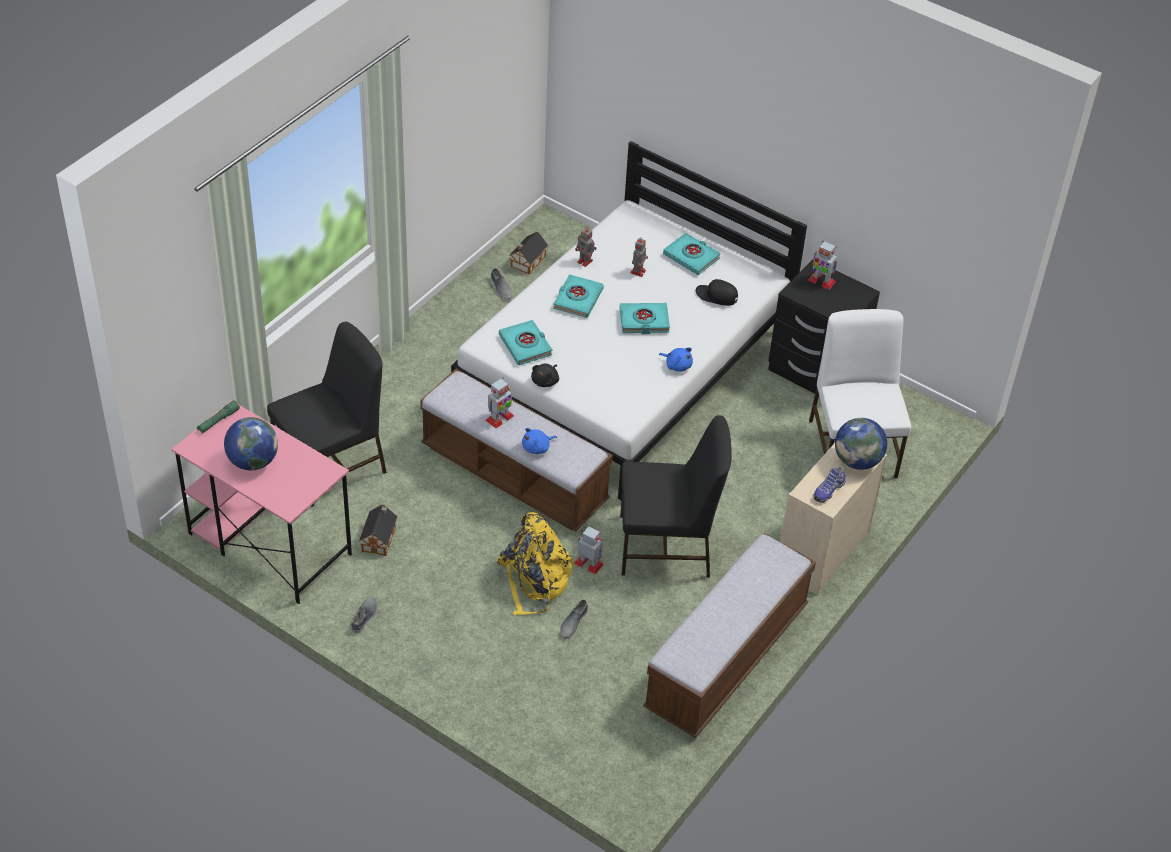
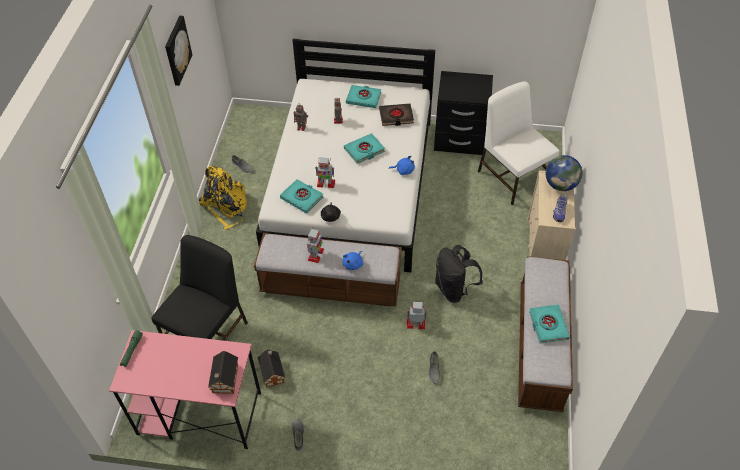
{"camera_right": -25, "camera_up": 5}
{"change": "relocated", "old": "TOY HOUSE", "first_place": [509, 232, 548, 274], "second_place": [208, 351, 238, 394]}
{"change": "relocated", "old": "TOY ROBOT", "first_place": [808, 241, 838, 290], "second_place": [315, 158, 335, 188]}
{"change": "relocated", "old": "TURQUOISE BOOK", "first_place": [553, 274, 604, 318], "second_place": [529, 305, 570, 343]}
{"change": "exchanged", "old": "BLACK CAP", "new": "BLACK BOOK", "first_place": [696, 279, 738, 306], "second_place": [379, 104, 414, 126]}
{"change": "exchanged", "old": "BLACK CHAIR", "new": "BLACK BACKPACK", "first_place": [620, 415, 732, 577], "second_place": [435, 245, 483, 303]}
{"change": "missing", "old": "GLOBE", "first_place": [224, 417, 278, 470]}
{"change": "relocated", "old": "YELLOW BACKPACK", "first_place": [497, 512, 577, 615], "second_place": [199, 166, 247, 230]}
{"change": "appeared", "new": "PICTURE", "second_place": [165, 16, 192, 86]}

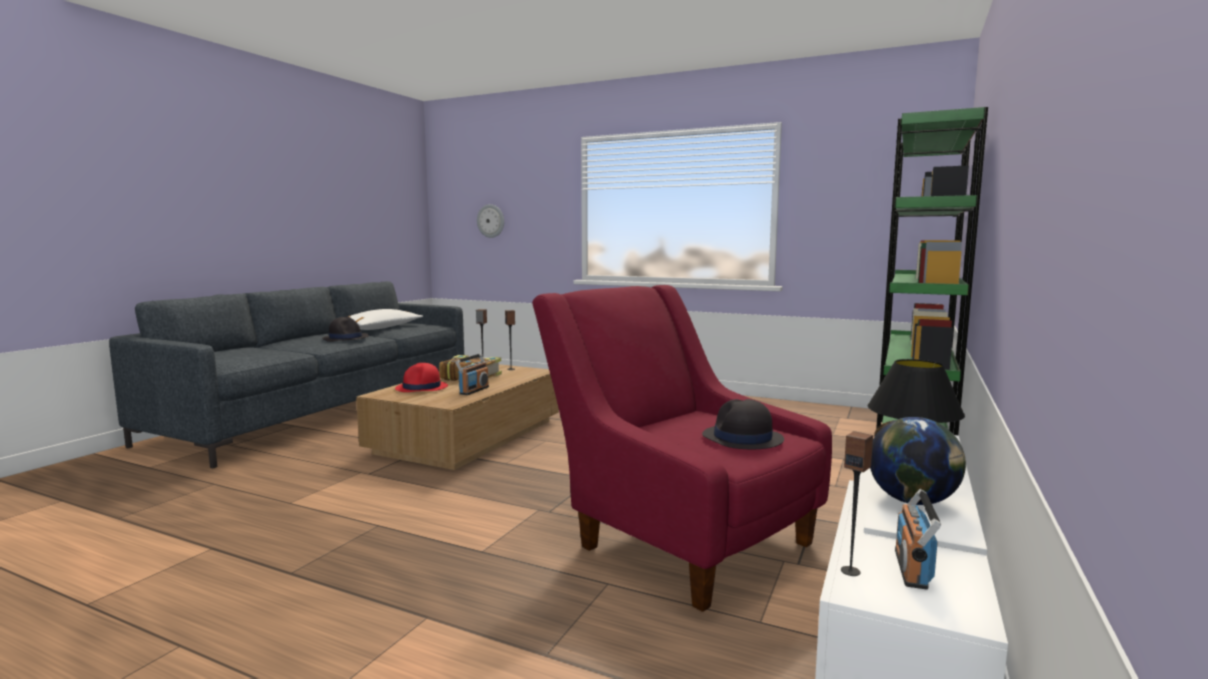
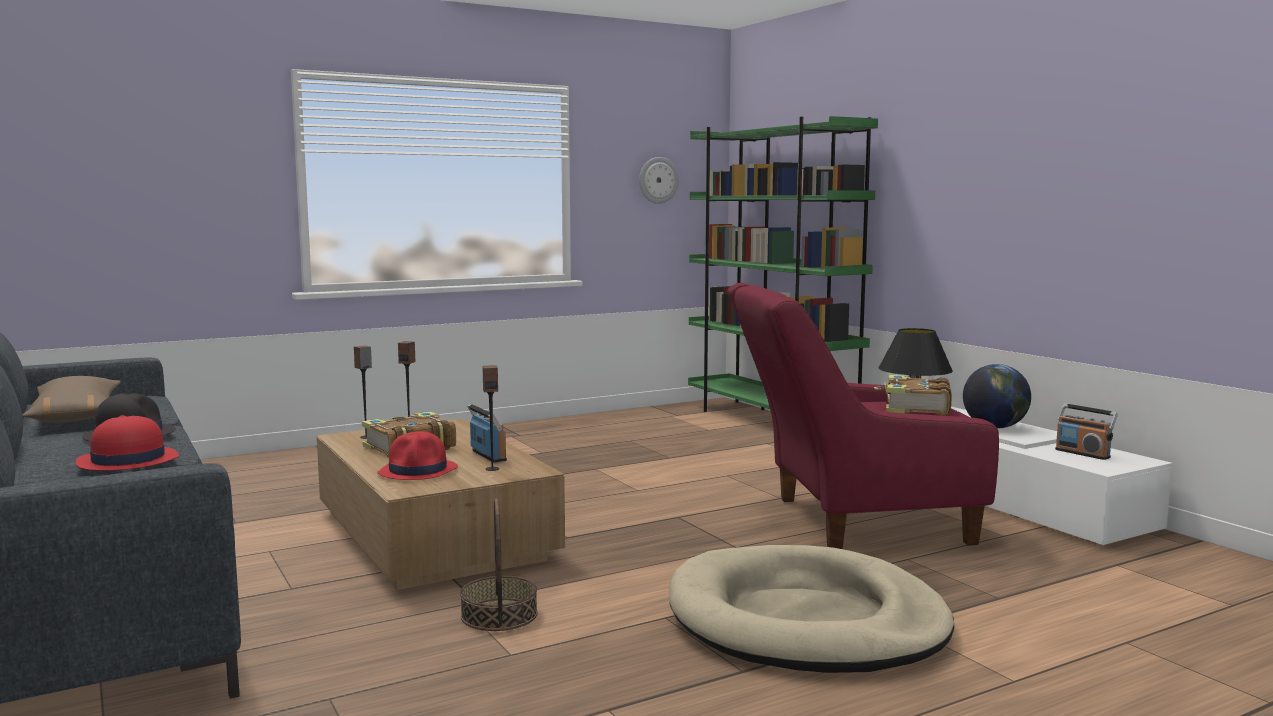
{"camera_right": -55, "camera_up": 0}
{"change": "relocated", "old": "WALL CLOCK", "first_place": [477, 204, 504, 238], "second_place": [639, 157, 679, 204]}
{"change": "colour", "old": "WHITE PILLOW", "new": "BROWN PILLOW", "first_place": [348, 309, 423, 330], "second_place": [22, 376, 120, 422]}
{"change": "exchanged", "old": "BLACK HAT", "new": "BOOK", "first_place": [702, 399, 784, 449], "second_place": [874, 375, 952, 416]}
{"change": "relocated", "old": "SPEAKER", "first_place": [841, 431, 873, 576], "second_place": [482, 365, 499, 471]}
{"change": "appeared", "new": "RED HAT", "second_place": [76, 415, 179, 471]}
{"change": "appeared", "new": "BASKET", "second_place": [460, 498, 538, 631]}
{"change": "appeared", "new": "BEIGE DOG BED", "second_place": [669, 545, 954, 673]}

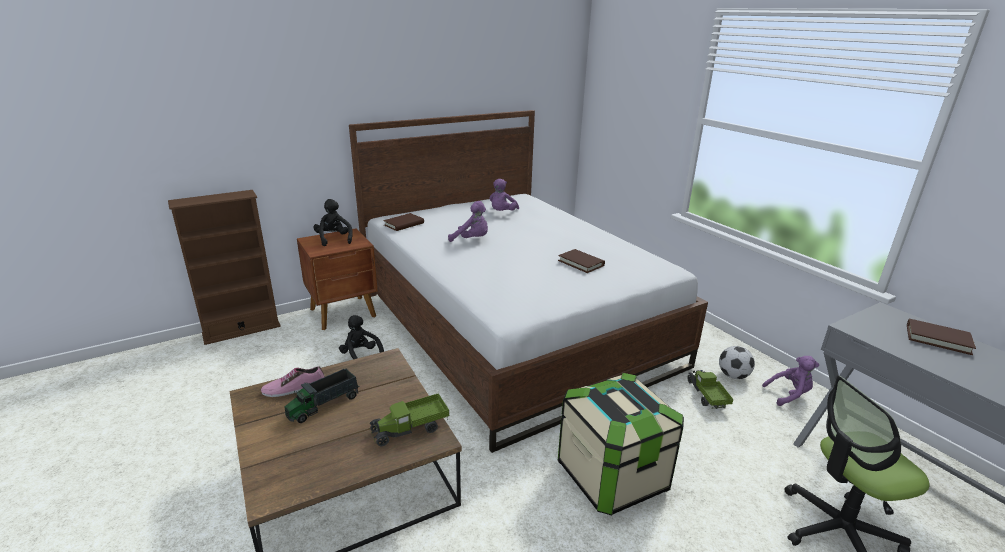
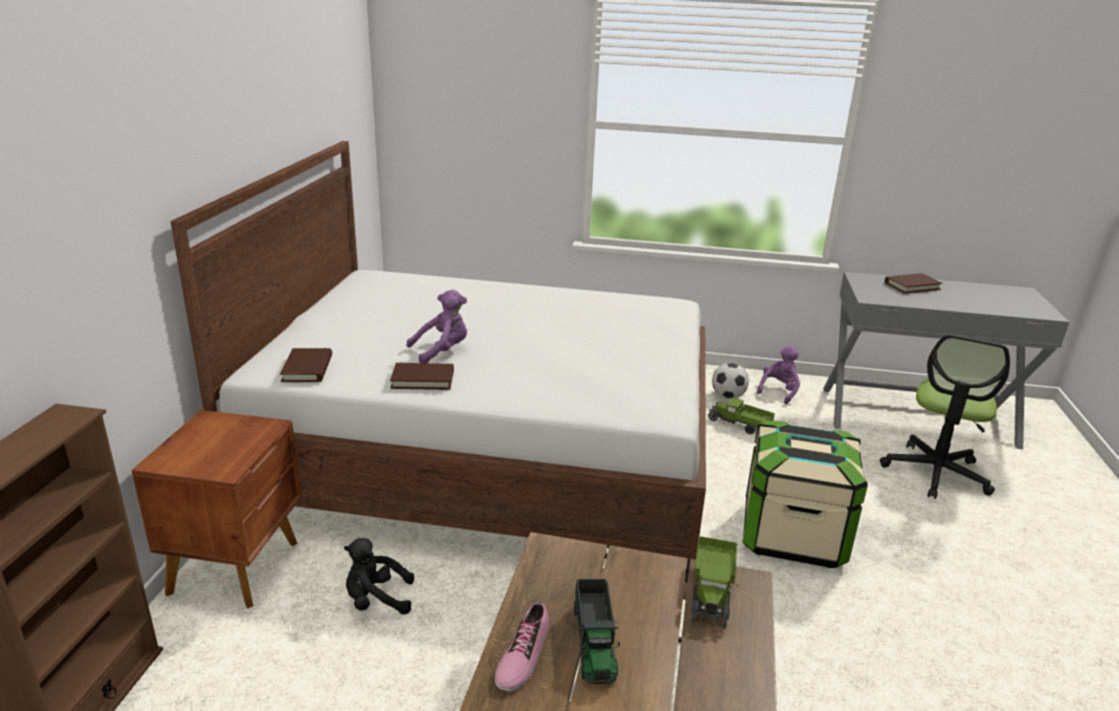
{"camera_right": -50, "camera_up": 0}
{"change": "missing", "old": "PURPLE PLUSH TOY", "first_place": [489, 179, 519, 211]}
{"change": "missing", "old": "BLACK PLUSH TOY", "first_place": [313, 199, 353, 246]}
{"change": "relocated", "old": "BROWN BOOK", "first_place": [558, 249, 605, 273], "second_place": [390, 363, 454, 390]}

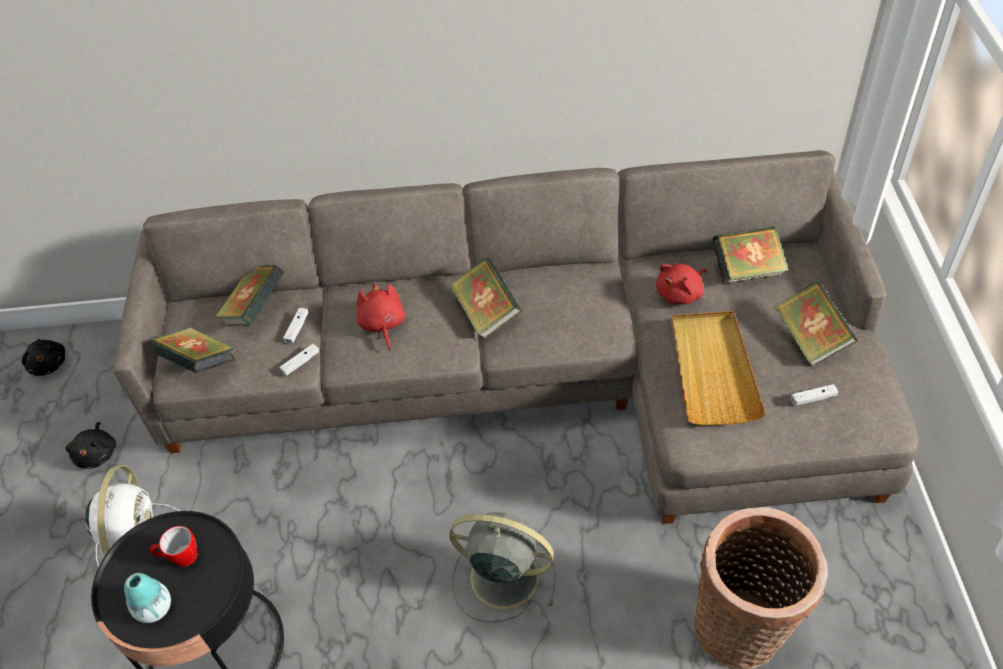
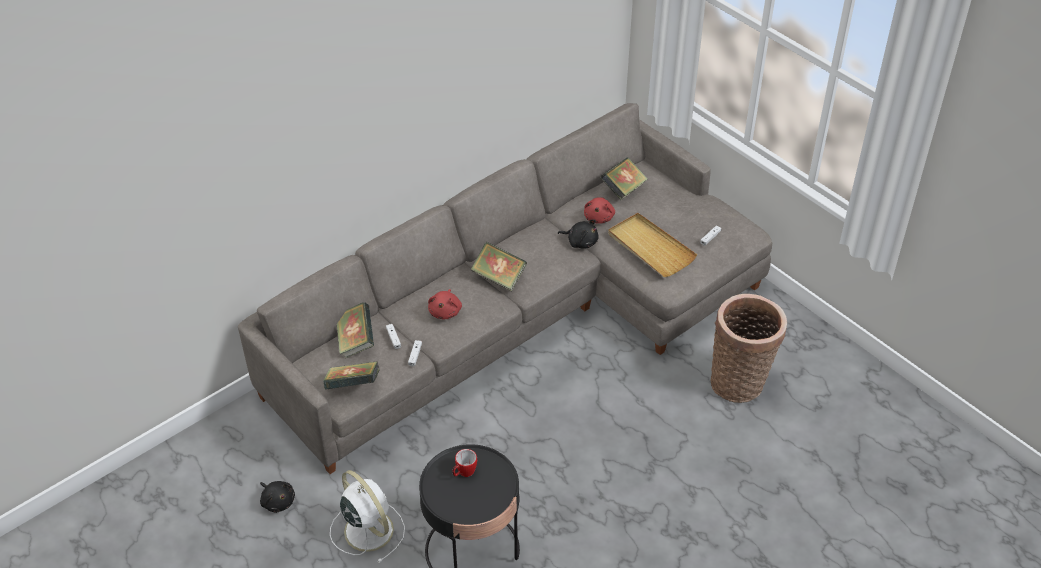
{"camera_right": -40, "camera_up": -5}
{"change": "missing", "old": "BOOK", "first_place": [774, 281, 858, 367]}
{"change": "spun", "old": "RED PLUSH TOY", "first_place": [357, 282, 405, 350], "second_place": [428, 289, 462, 319], "degrees": -120}
{"change": "relocated", "old": "BLACK PLUSH TOY", "first_place": [22, 339, 65, 376], "second_place": [558, 219, 598, 248]}
{"change": "missing", "old": "GREY FAN", "first_place": [449, 512, 556, 623]}
{"change": "missing", "old": "VASE", "first_place": [124, 573, 171, 623]}

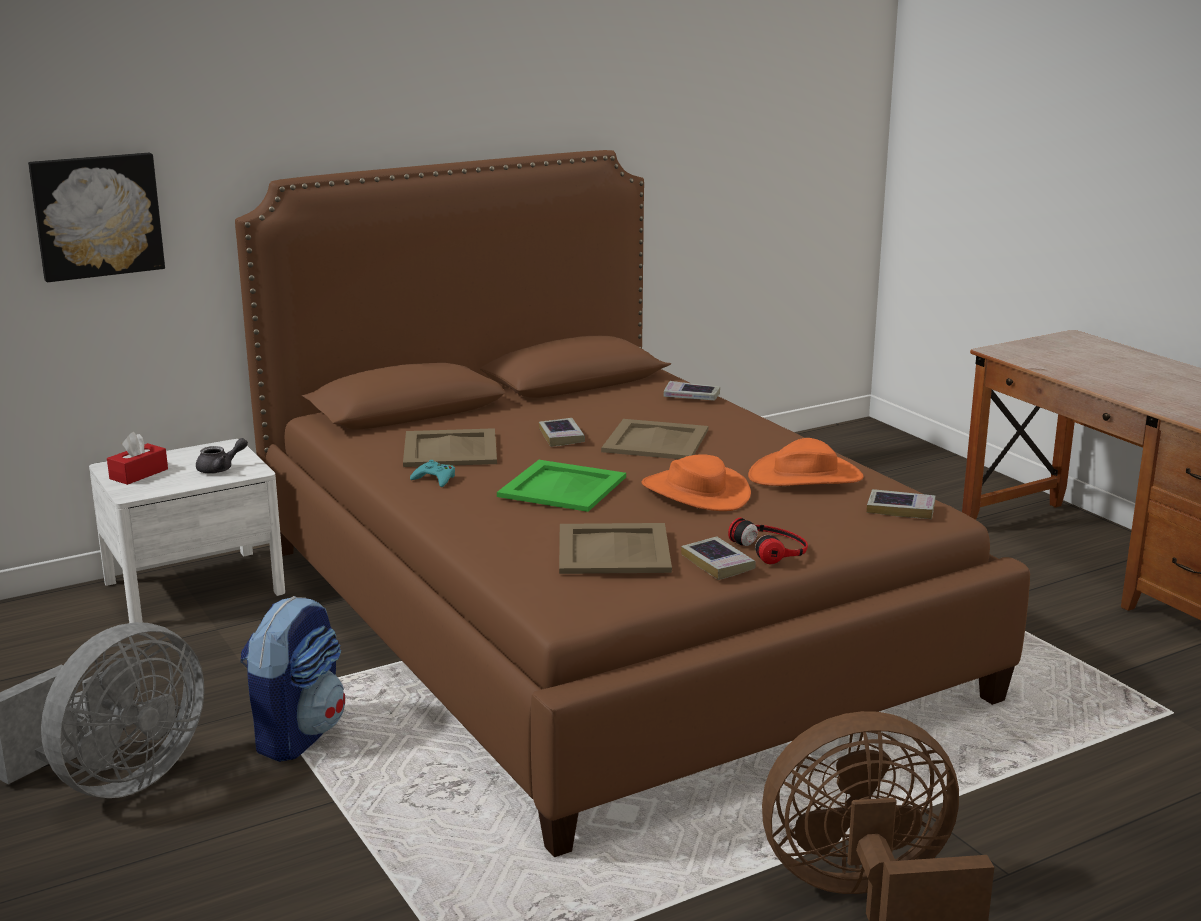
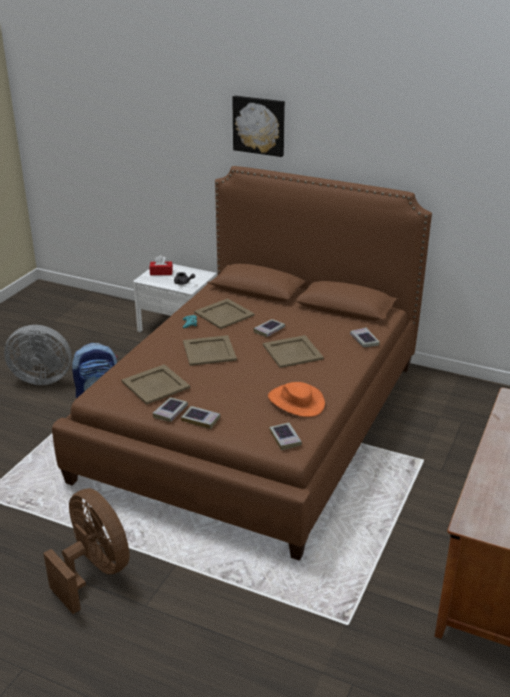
{"camera_right": 55, "camera_up": 10}
{"change": "relocated", "old": "PICTURE", "first_place": [28, 153, 165, 282], "second_place": [232, 95, 285, 157]}
{"change": "missing", "old": "ORANGE HAT", "first_place": [642, 454, 751, 511]}
{"change": "colour", "old": "GREEN TRAY", "new": "BEIGE TRAY", "first_place": [497, 460, 626, 512], "second_place": [183, 335, 237, 366]}
{"change": "exchanged", "old": "HEADPHONES", "new": "BOOK", "first_place": [728, 518, 808, 564], "second_place": [181, 406, 220, 429]}

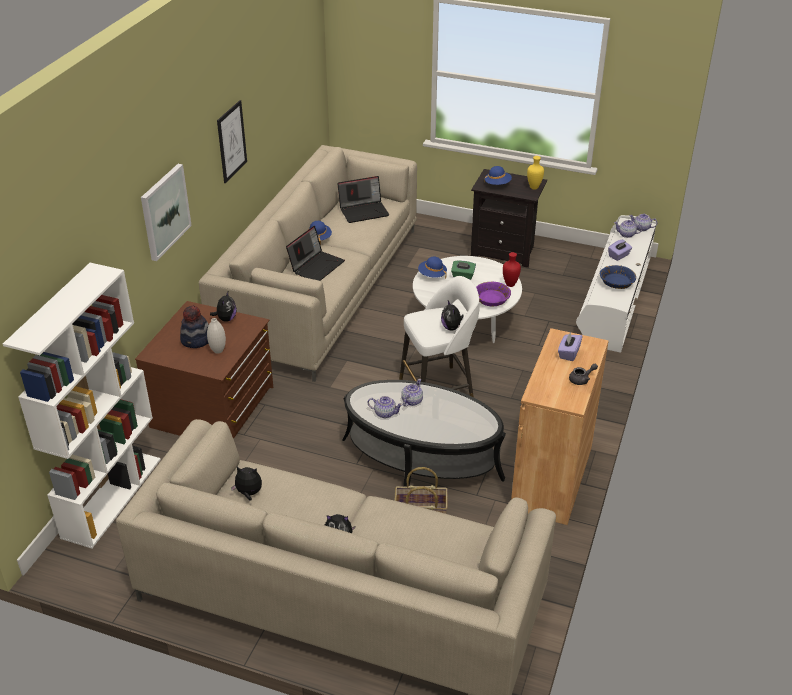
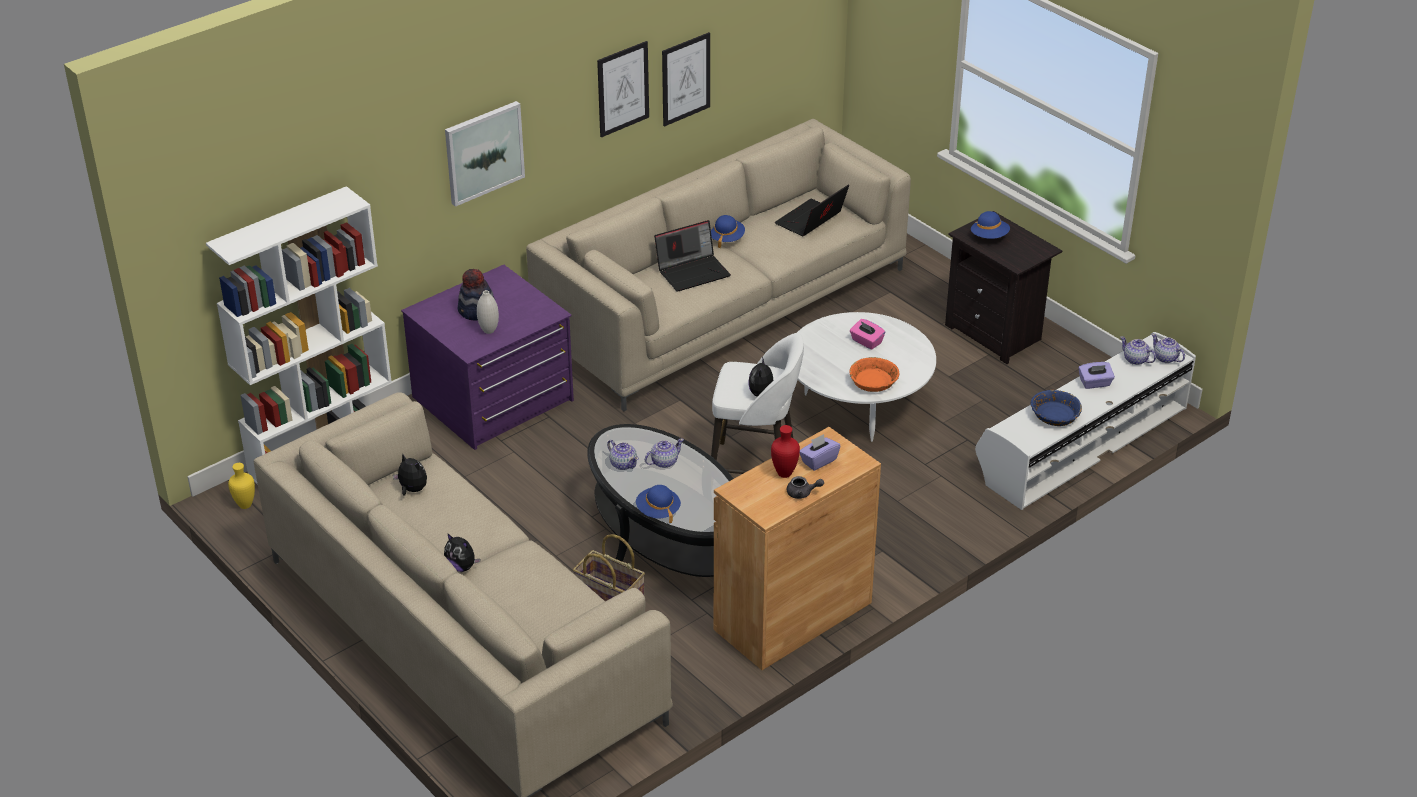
{"camera_right": 30, "camera_up": 0}
{"change": "relocated", "old": "YELLOW VASE", "first_place": [527, 156, 544, 189], "second_place": [228, 463, 255, 509]}
{"change": "spun", "old": "LAPTOP", "first_place": [337, 176, 389, 223], "second_place": [775, 184, 849, 236], "degrees": 120}
{"change": "relocated", "old": "RED VASE", "first_place": [503, 252, 521, 287], "second_place": [771, 425, 800, 478]}
{"change": "relocated", "old": "BLUE HAT", "first_place": [418, 257, 447, 279], "second_place": [636, 485, 681, 523]}
{"change": "colour", "old": "GREEN TISSUE BOX", "new": "PINK TISSUE BOX", "first_place": [451, 261, 476, 280], "second_place": [850, 319, 885, 350]}
{"change": "colour", "old": "PURPLE BOWL", "new": "ORANGE BOWL", "first_place": [476, 282, 511, 306], "second_place": [849, 357, 899, 392]}
{"change": "missing", "old": "PLUSH TOY", "first_place": [210, 292, 237, 322]}
{"change": "colour", "old": "BROWN DRESSER", "new": "PURPLE DRESSER", "first_place": [135, 301, 273, 439], "second_place": [401, 265, 574, 450]}
{"change": "appeared", "new": "PICTURE", "second_place": [662, 32, 710, 126]}

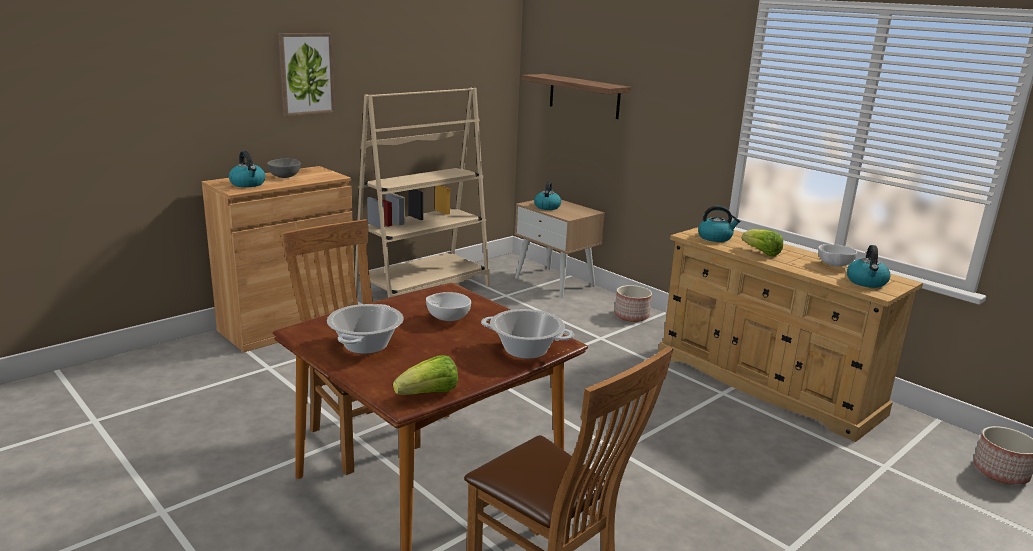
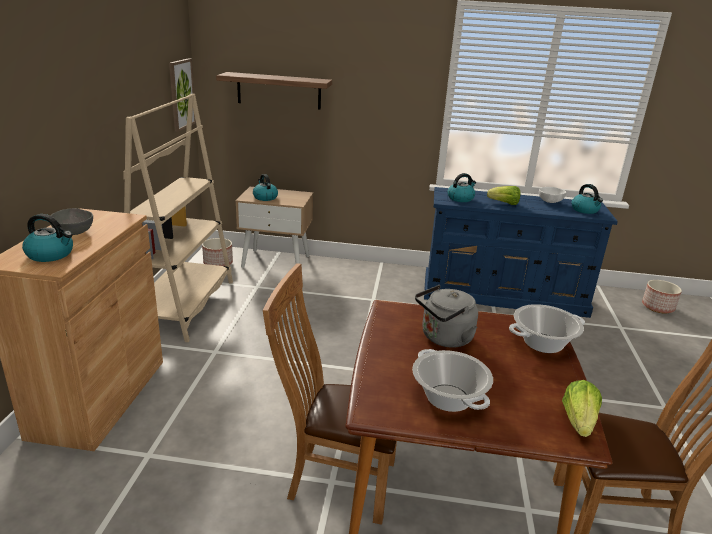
{"camera_right": -40, "camera_up": 5}
{"change": "relocated", "old": "PICTURE", "first_place": [278, 33, 335, 116], "second_place": [169, 58, 196, 132]}
{"change": "colour", "old": "BEIGE DRESSER", "new": "BLUE DRESSER", "first_place": [658, 227, 923, 442], "second_place": [424, 187, 618, 318]}
{"change": "relocated", "old": "PLANTER", "first_place": [615, 285, 652, 322], "second_place": [202, 238, 233, 266]}
{"change": "exchanged", "old": "WHITE BOWL", "new": "GREY KETTLE", "first_place": [426, 292, 471, 321], "second_place": [415, 285, 478, 348]}

